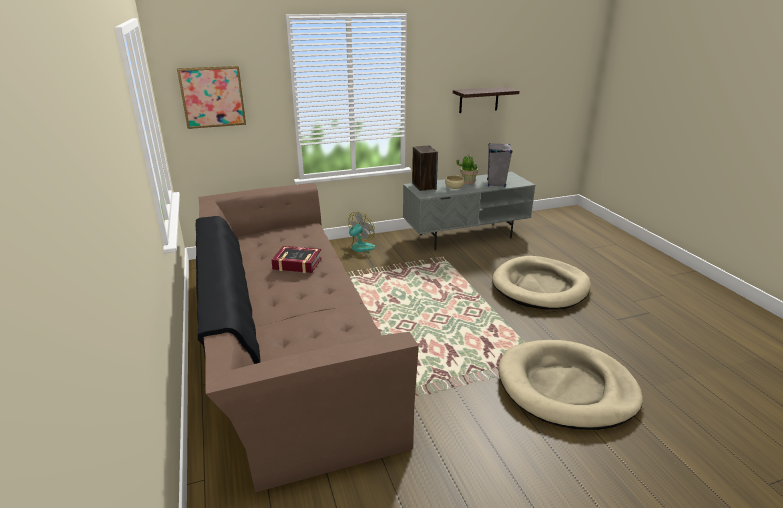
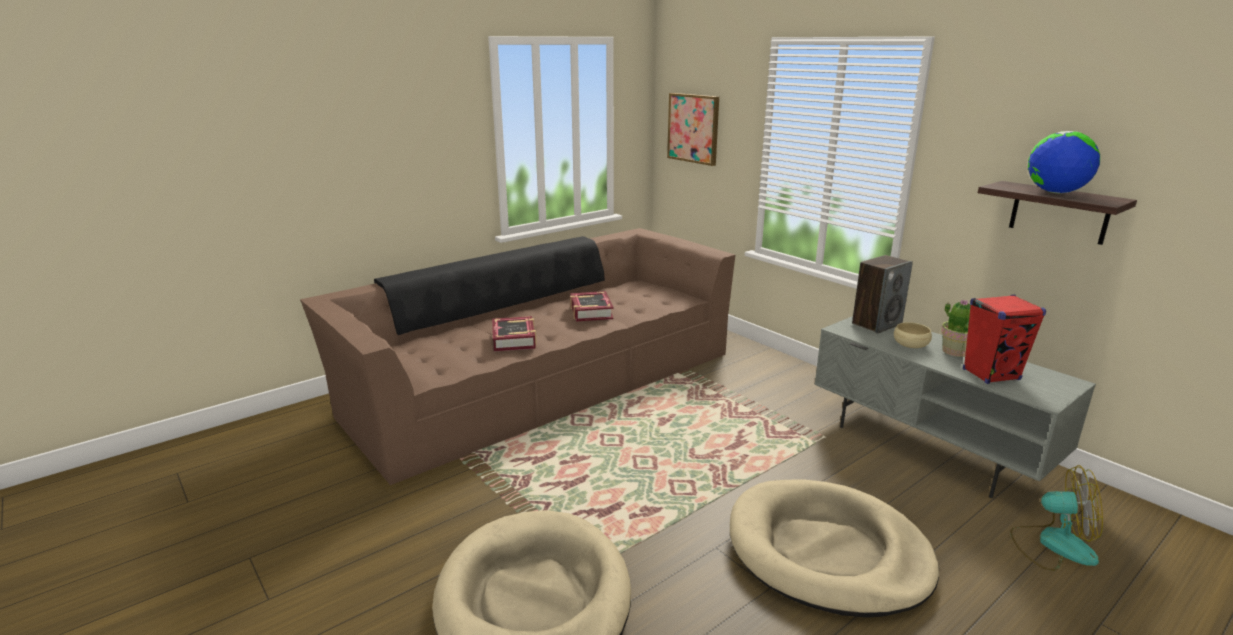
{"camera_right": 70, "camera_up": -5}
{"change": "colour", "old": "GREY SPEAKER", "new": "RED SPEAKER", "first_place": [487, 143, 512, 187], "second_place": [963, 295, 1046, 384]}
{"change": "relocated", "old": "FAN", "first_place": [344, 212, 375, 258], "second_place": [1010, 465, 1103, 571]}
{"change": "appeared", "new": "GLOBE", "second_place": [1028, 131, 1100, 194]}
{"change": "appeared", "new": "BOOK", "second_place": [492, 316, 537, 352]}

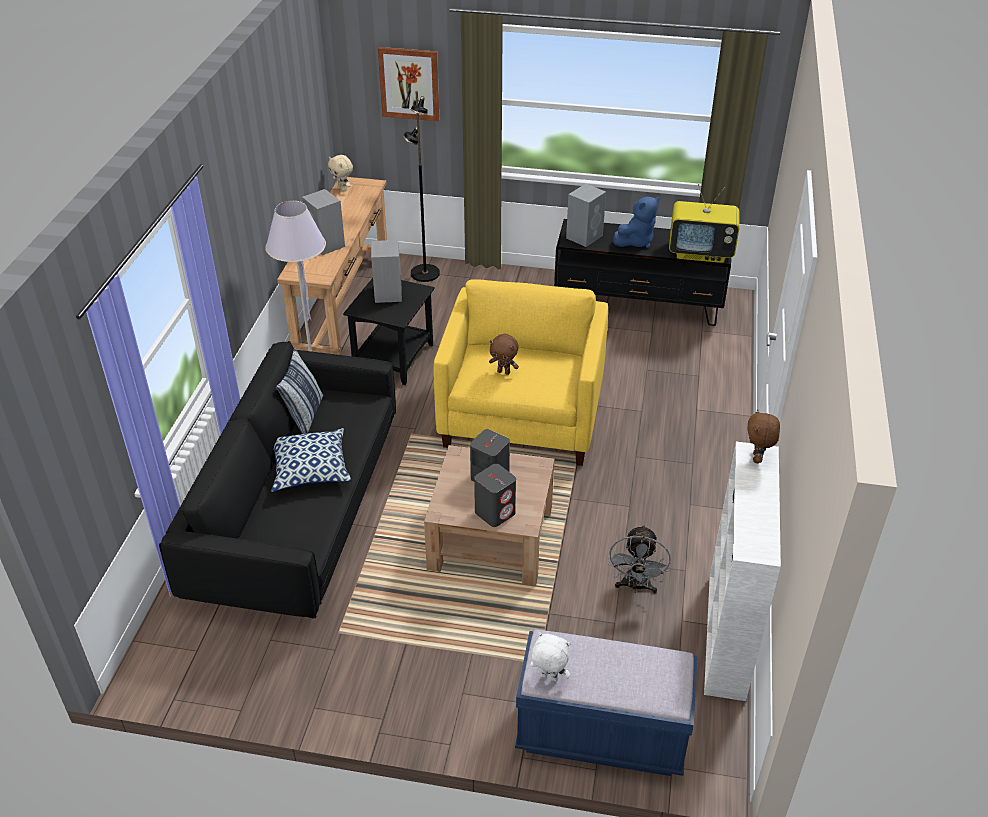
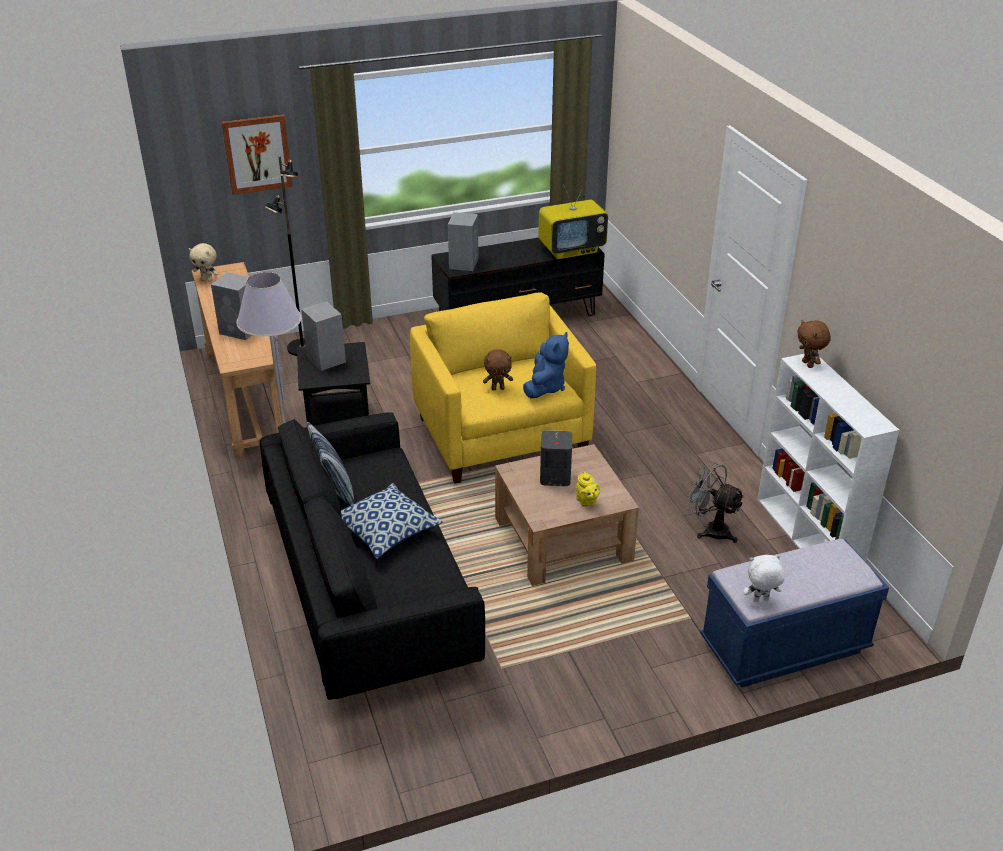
{"camera_right": -30, "camera_up": -5}
{"change": "relocated", "old": "BLUE PLUSH TOY", "first_place": [613, 196, 660, 248], "second_place": [523, 332, 569, 398]}
{"change": "exchanged", "old": "GREY SPEAKER", "new": "YELLOW TEAPOT", "first_place": [474, 464, 516, 527], "second_place": [576, 472, 600, 507]}
{"change": "spun", "old": "GREY FAN", "first_place": [608, 524, 671, 593], "second_place": [685, 461, 745, 543], "degrees": 150}

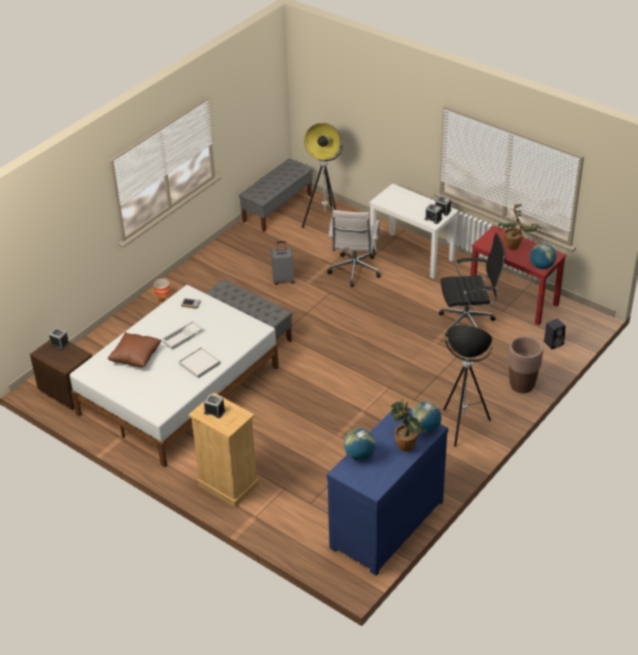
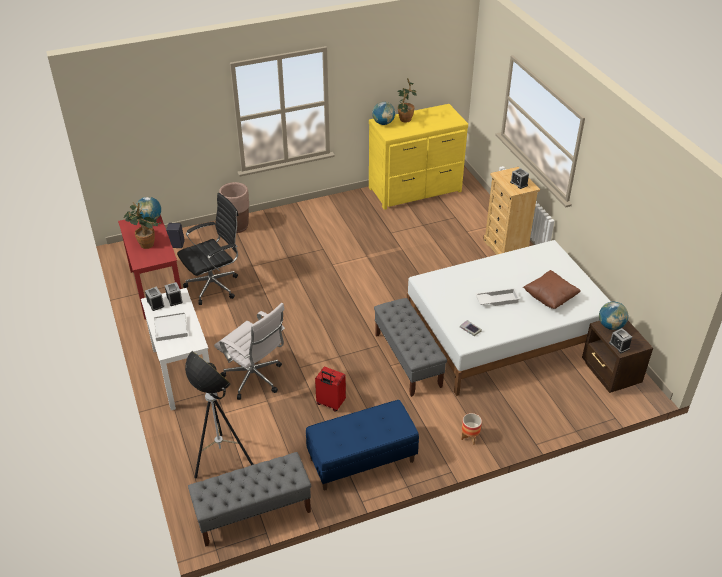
{"camera_right": -150, "camera_up": 0}
{"change": "spun", "old": "WHITE OFFICE CHAIR", "first_place": [327, 210, 381, 287], "second_place": [214, 303, 285, 400], "degrees": 90}
{"change": "spun", "old": "BLACK OFFICE CHAIR", "first_place": [439, 233, 506, 336], "second_place": [177, 193, 239, 305], "degrees": 120}
{"change": "colour", "old": "GREY SUITCASE", "new": "RED SUITCASE", "first_place": [271, 241, 294, 285], "second_place": [315, 367, 346, 411]}
{"change": "missing", "old": "FLOOR LAMP", "first_place": [443, 325, 492, 447]}
{"change": "relocated", "old": "WHITE TRAY", "first_place": [179, 347, 220, 378], "second_place": [154, 312, 188, 341]}
{"change": "colour", "old": "BLUE DRESSER", "new": "YELLOW DRESSER", "first_place": [327, 406, 448, 576], "second_place": [369, 104, 468, 210]}
{"change": "relocated", "old": "GLOBE", "first_place": [344, 428, 375, 460], "second_place": [599, 302, 628, 330]}
{"change": "appeared", "new": "BLUE BENCH", "second_place": [306, 400, 419, 490]}

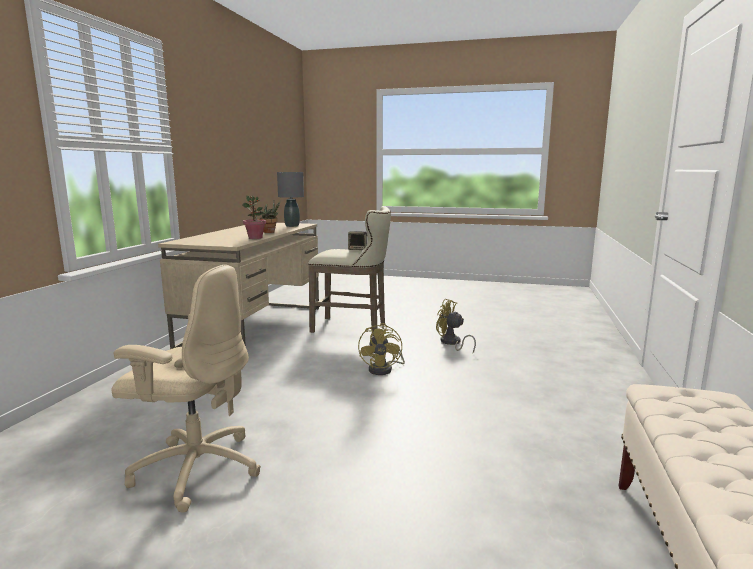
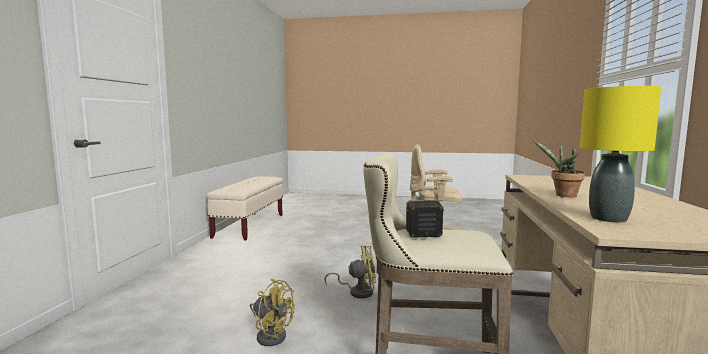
{"camera_right": 175, "camera_up": -5}
{"change": "colour", "old": "GREY TABLE LAMP", "new": "YELLOW TABLE LAMP", "first_place": [277, 172, 304, 227], "second_place": [580, 86, 661, 223]}
{"change": "missing", "old": "POTTED PLANT", "first_place": [242, 195, 266, 239]}
{"change": "spun", "old": "YELLOW FAN", "first_place": [358, 323, 405, 375], "second_place": [325, 246, 376, 299], "degrees": 90}

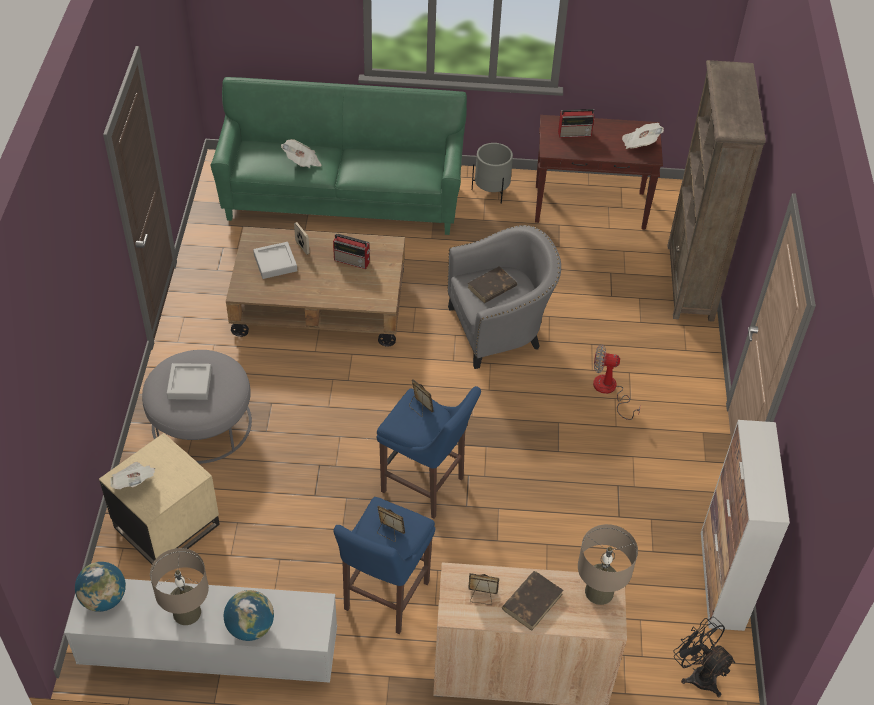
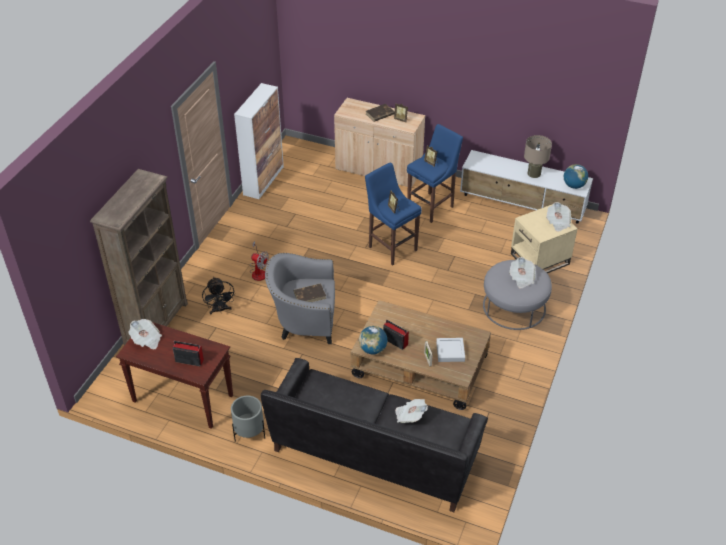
{"camera_right": -160, "camera_up": -5}
{"change": "colour", "old": "GREEN SOFA", "new": "BLACK SOFA", "first_place": [210, 77, 467, 235], "second_place": [261, 358, 488, 512]}
{"change": "exchanged", "old": "GREY TRAY", "new": "NEWSPAPER", "first_place": [167, 363, 212, 400], "second_place": [509, 257, 536, 289]}
{"change": "missing", "old": "BEIGE TABLE LAMP", "first_place": [578, 524, 638, 605]}
{"change": "relocated", "old": "GLOBE", "first_place": [224, 590, 274, 641], "second_place": [359, 326, 387, 354]}
{"change": "relocated", "old": "BLACK FAN", "first_place": [674, 617, 735, 697], "second_place": [202, 277, 235, 315]}

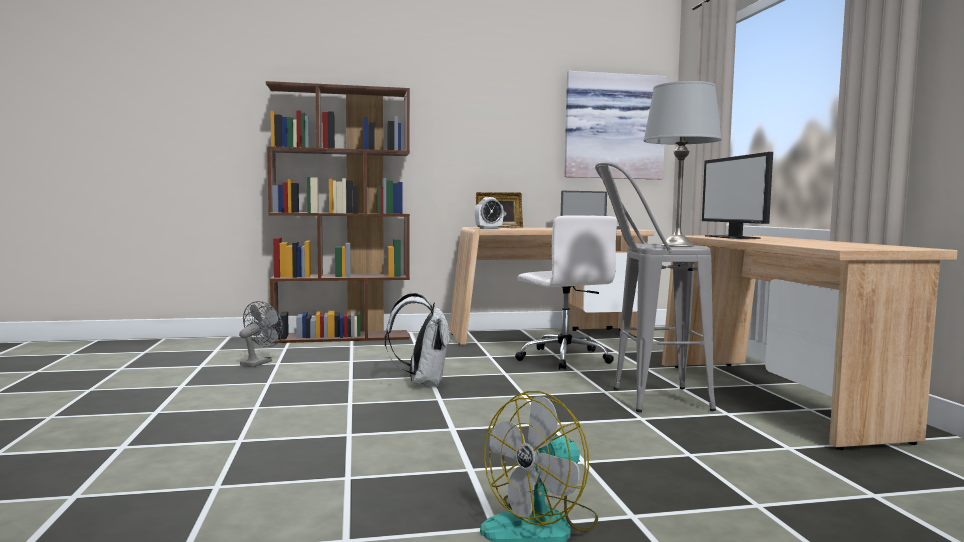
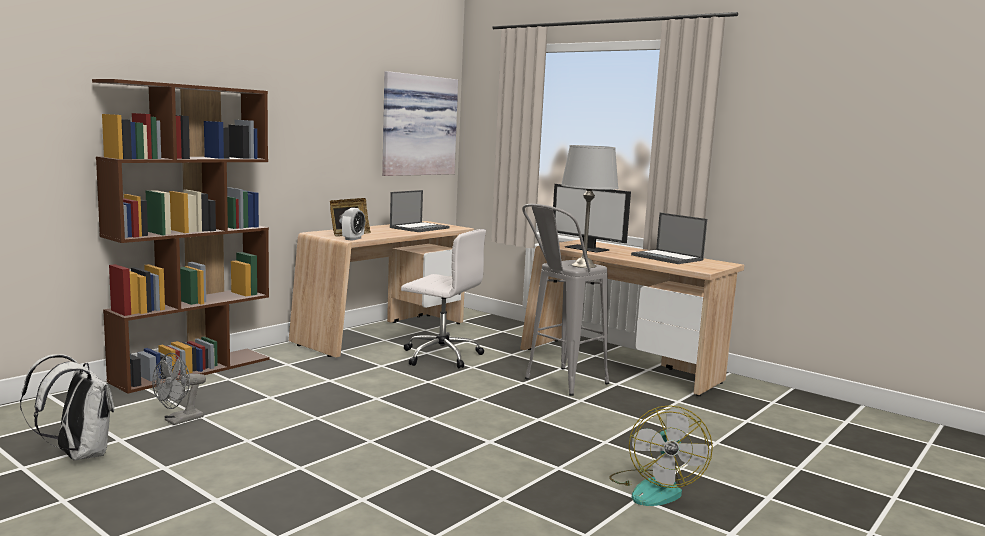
{"camera_right": -40, "camera_up": 5}
{"change": "relocated", "old": "WHITE BACKPACK", "first_place": [385, 293, 451, 387], "second_place": [20, 354, 114, 461]}
{"change": "spun", "old": "GREY FAN", "first_place": [239, 301, 283, 367], "second_place": [152, 353, 206, 425], "degrees": -120}
{"change": "appeared", "new": "LAPTOP", "second_place": [631, 213, 707, 264]}

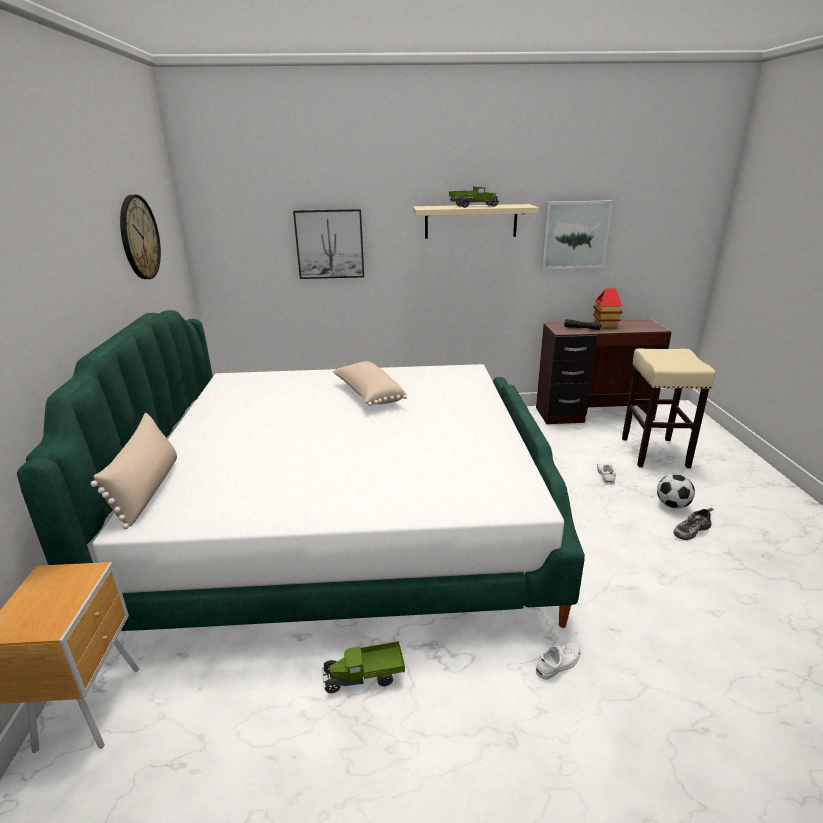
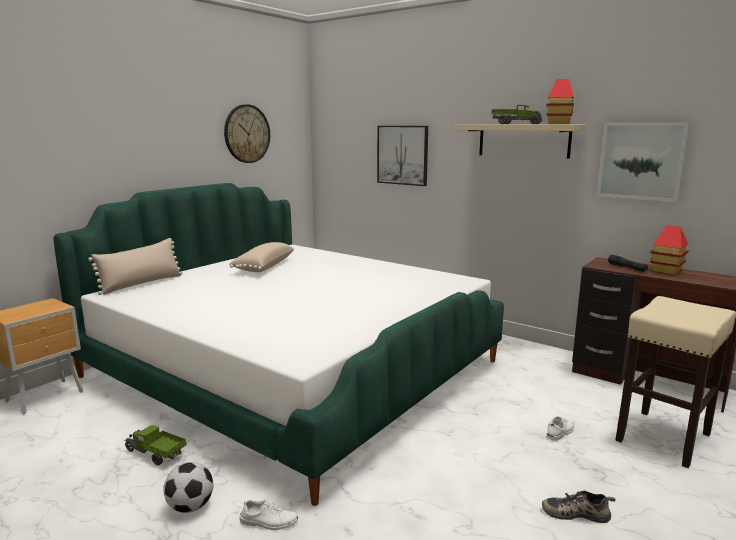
{"camera_right": 40, "camera_up": -10}
{"change": "relocated", "old": "BEIGE PILLOW", "first_place": [333, 361, 407, 406], "second_place": [229, 242, 294, 272]}
{"change": "relocated", "old": "FOOTBALL", "first_place": [657, 474, 695, 509], "second_place": [163, 462, 214, 513]}
{"change": "appeared", "new": "TOY HOUSE", "second_place": [546, 79, 574, 124]}

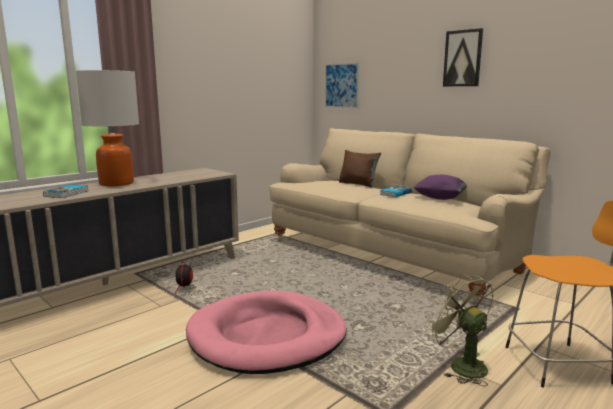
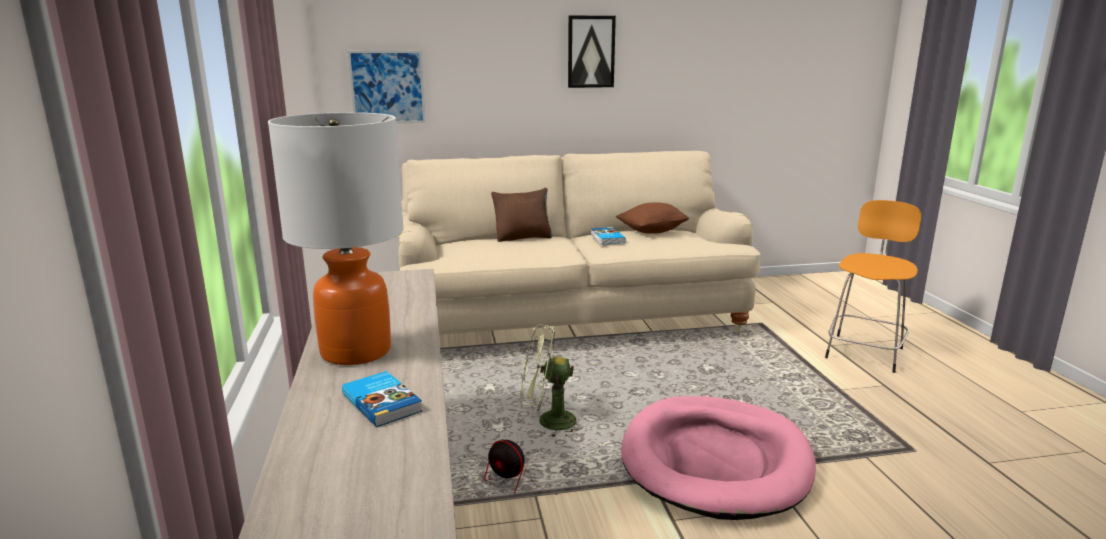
{"camera_right": -55, "camera_up": 5}
{"change": "colour", "old": "PURPLE PILLOW", "new": "BROWN PILLOW", "first_place": [413, 175, 467, 200], "second_place": [616, 202, 689, 234]}
{"change": "relocated", "old": "GREEN FAN", "first_place": [425, 274, 493, 387], "second_place": [521, 324, 582, 438]}

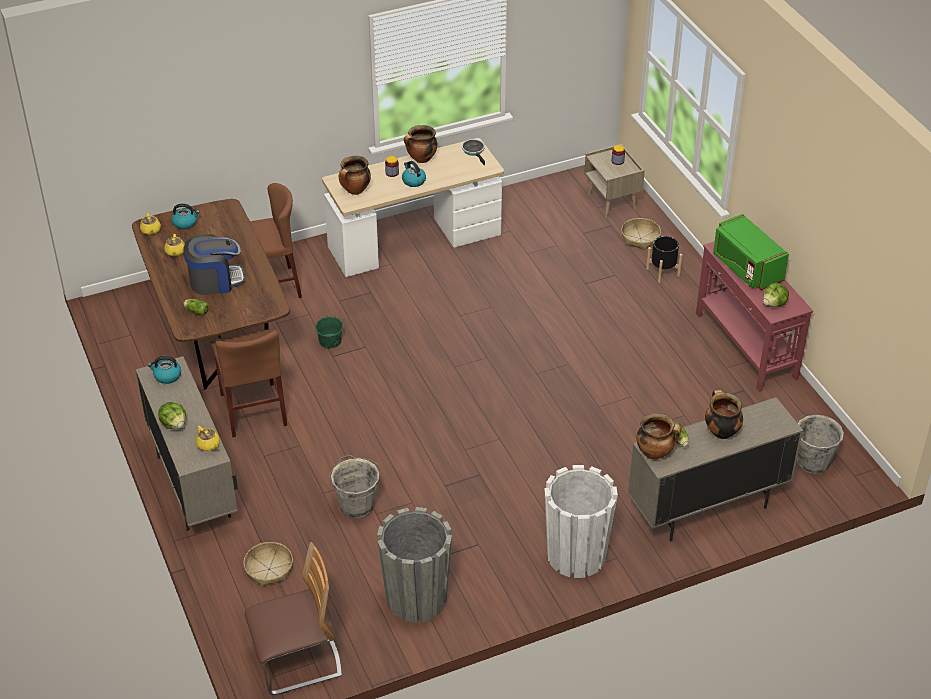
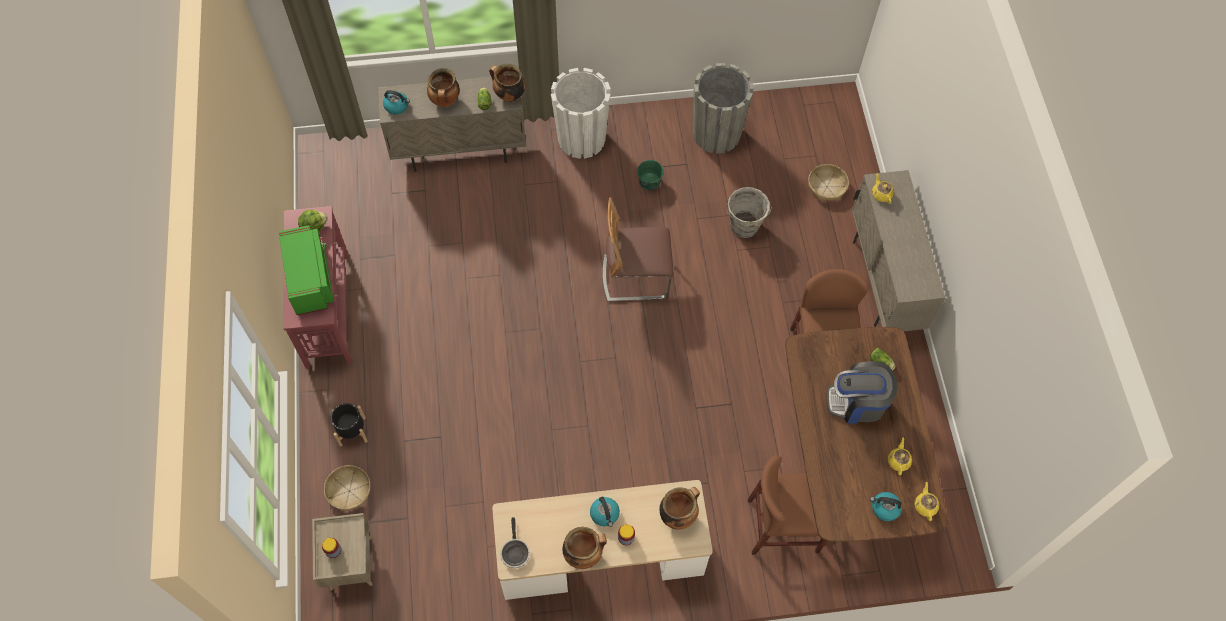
{"camera_right": -165, "camera_up": 20}
{"change": "relocated", "old": "GREEN BUCKET", "first_place": [315, 316, 343, 349], "second_place": [637, 160, 664, 191]}
{"change": "relocated", "old": "KETTLE", "first_place": [148, 356, 181, 384], "second_place": [383, 90, 410, 115]}
{"change": "missing", "old": "LETTUCE", "first_place": [158, 402, 186, 429]}
{"change": "missing", "old": "GREY BUCKET", "first_place": [797, 415, 844, 474]}
{"change": "relocated", "old": "CHAIR", "first_place": [245, 542, 342, 695], "second_place": [603, 197, 674, 302]}

